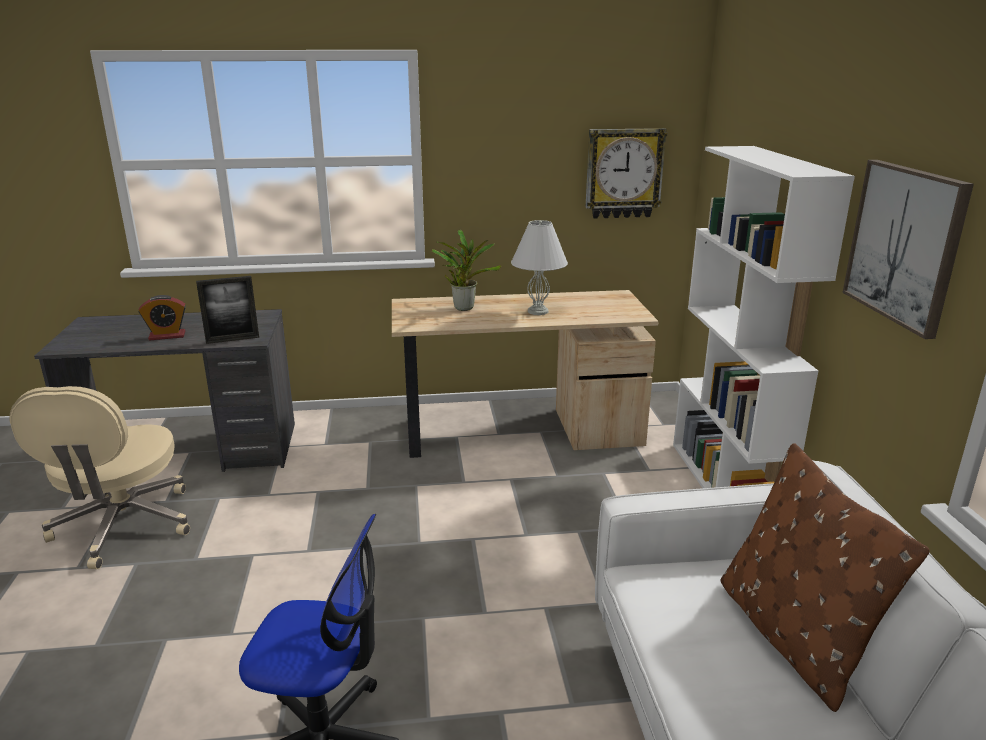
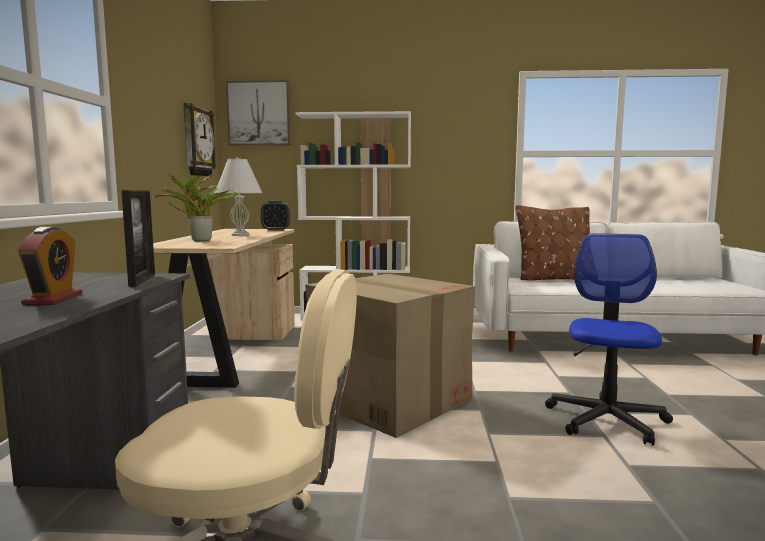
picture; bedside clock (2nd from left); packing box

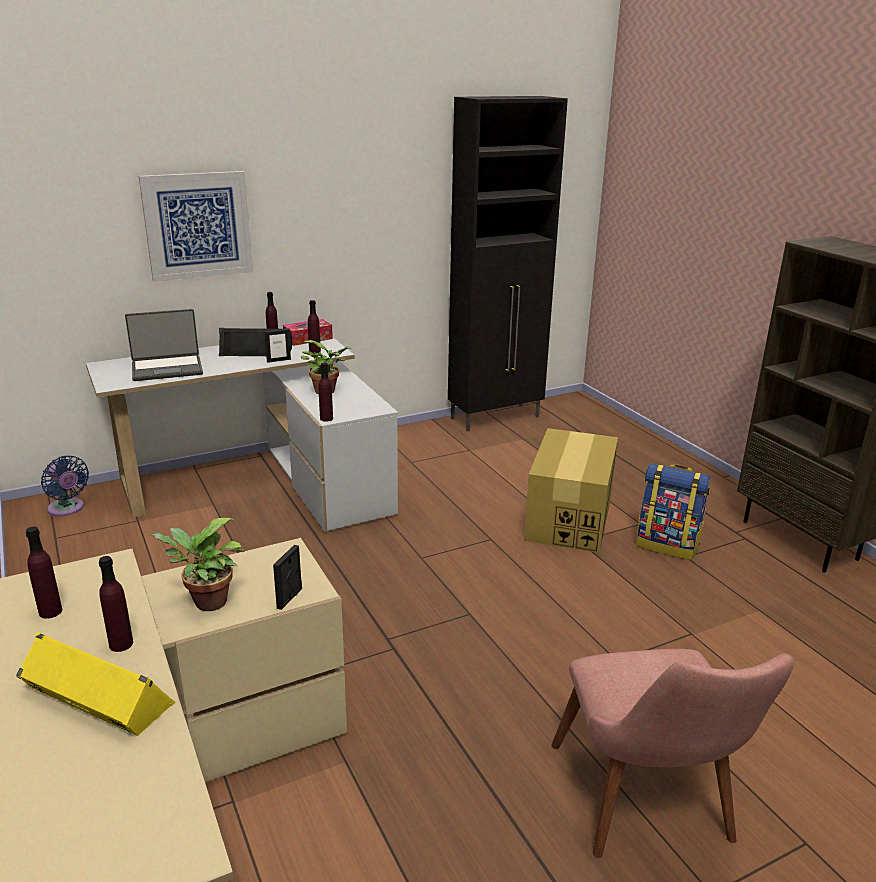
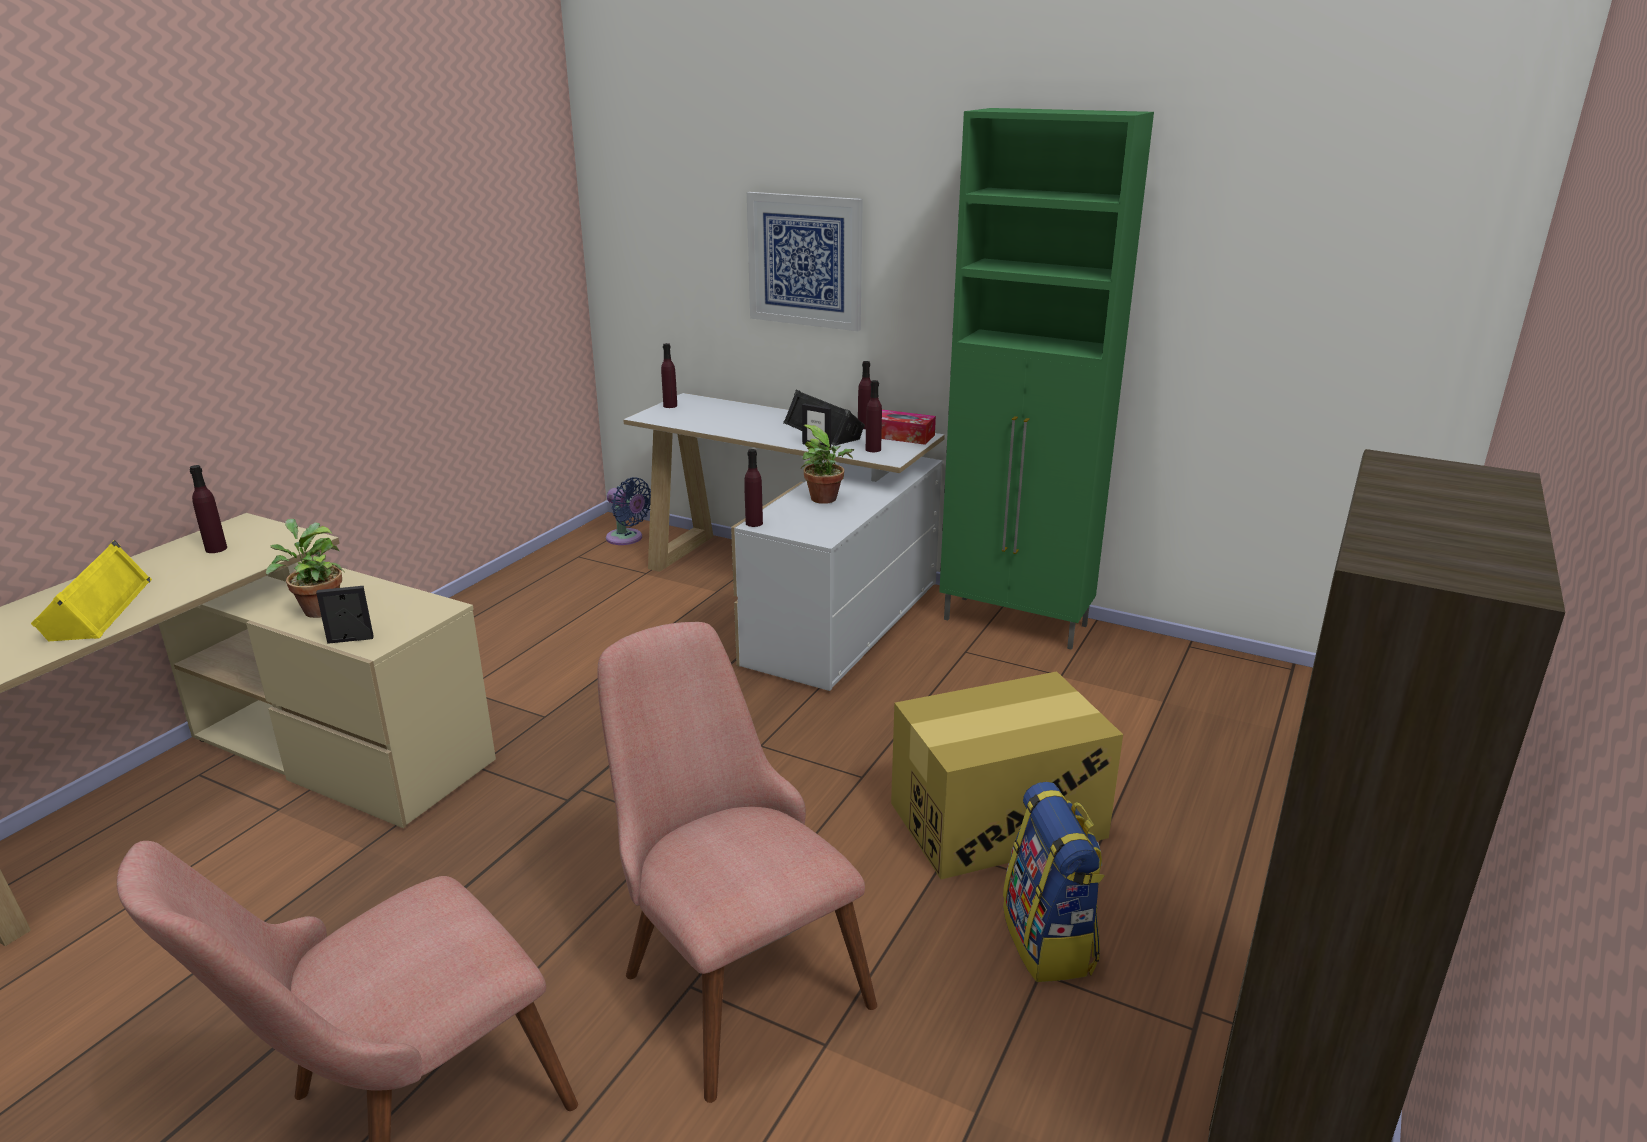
pink plain chair (2nd from left); blue-coloured electric fan; purple-coloured bottle (2nd from left); green-coloured cupboard; portable computer; black cupboard

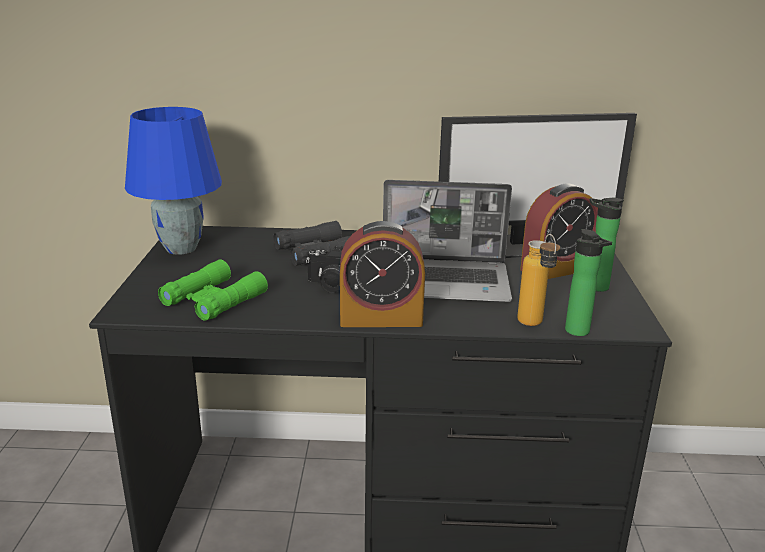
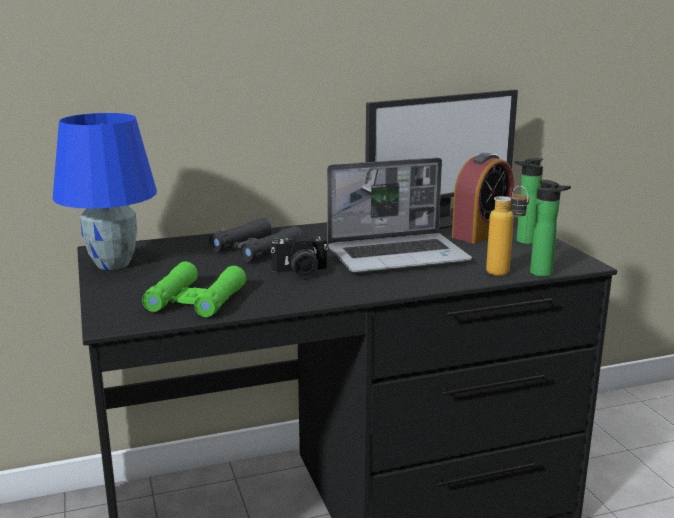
bedside clock (1st from left in the first image)

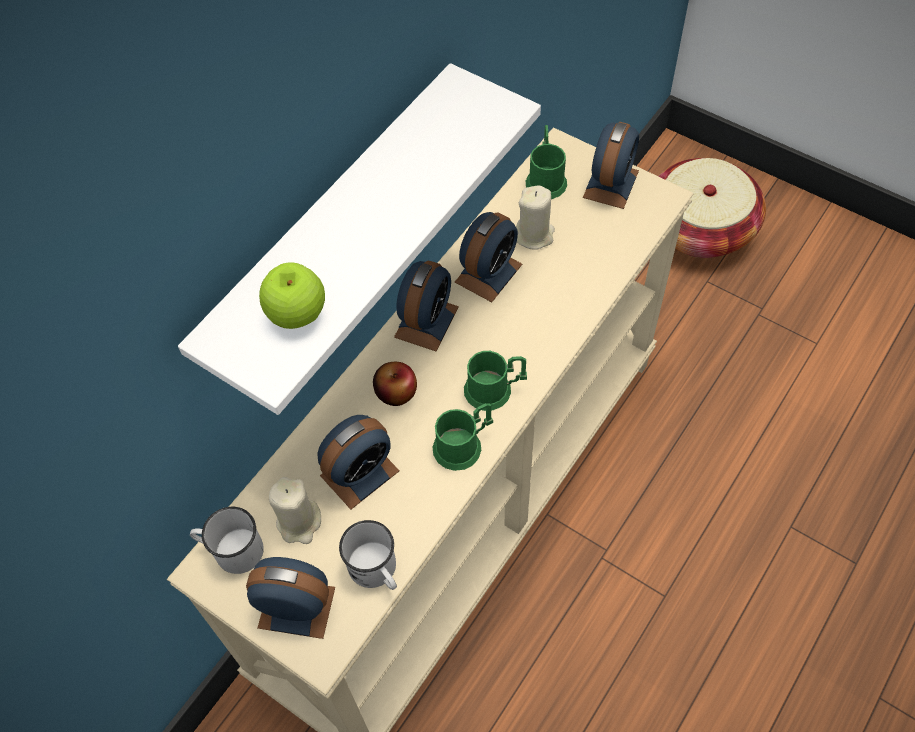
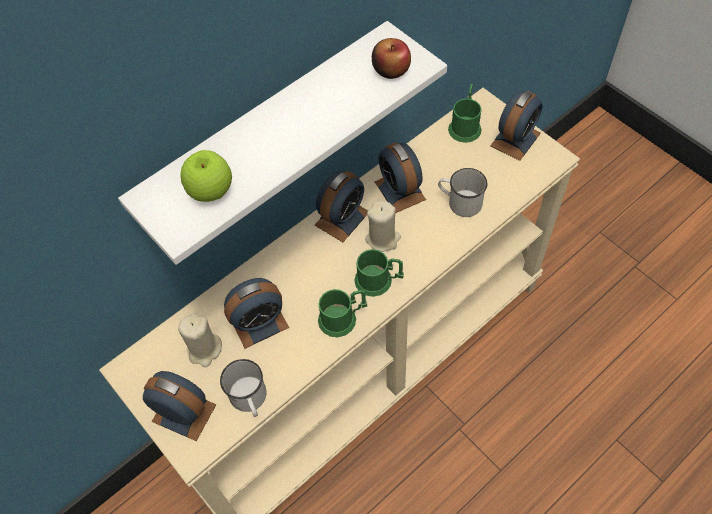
beige-coloured wax candle (2nd from left); apple fruit (2nd from left); bedside clock (4th from left); white mug (2nd from left); household basket

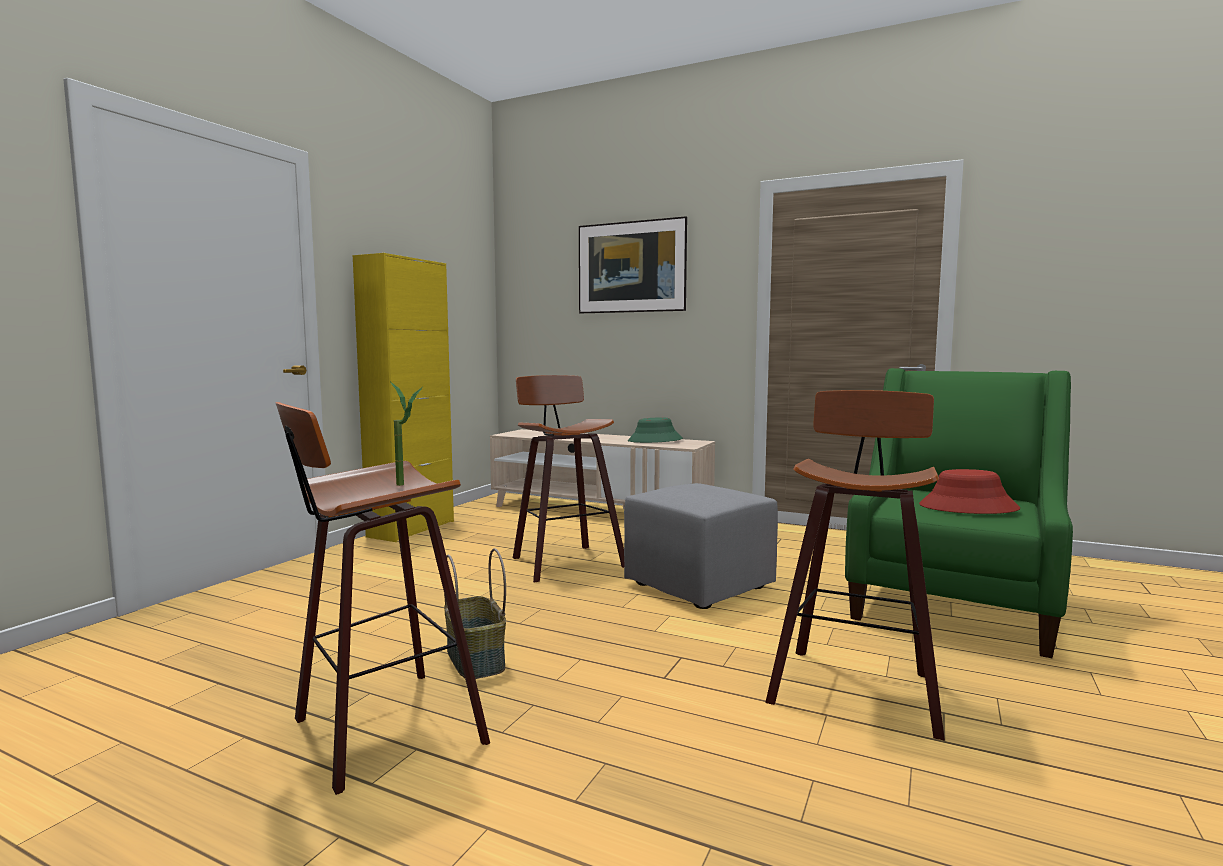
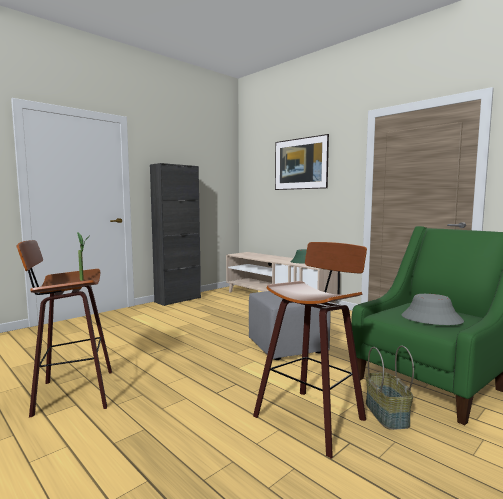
black cupboard; household basket; gray clothing hat; stool (2nd from left in the first image)

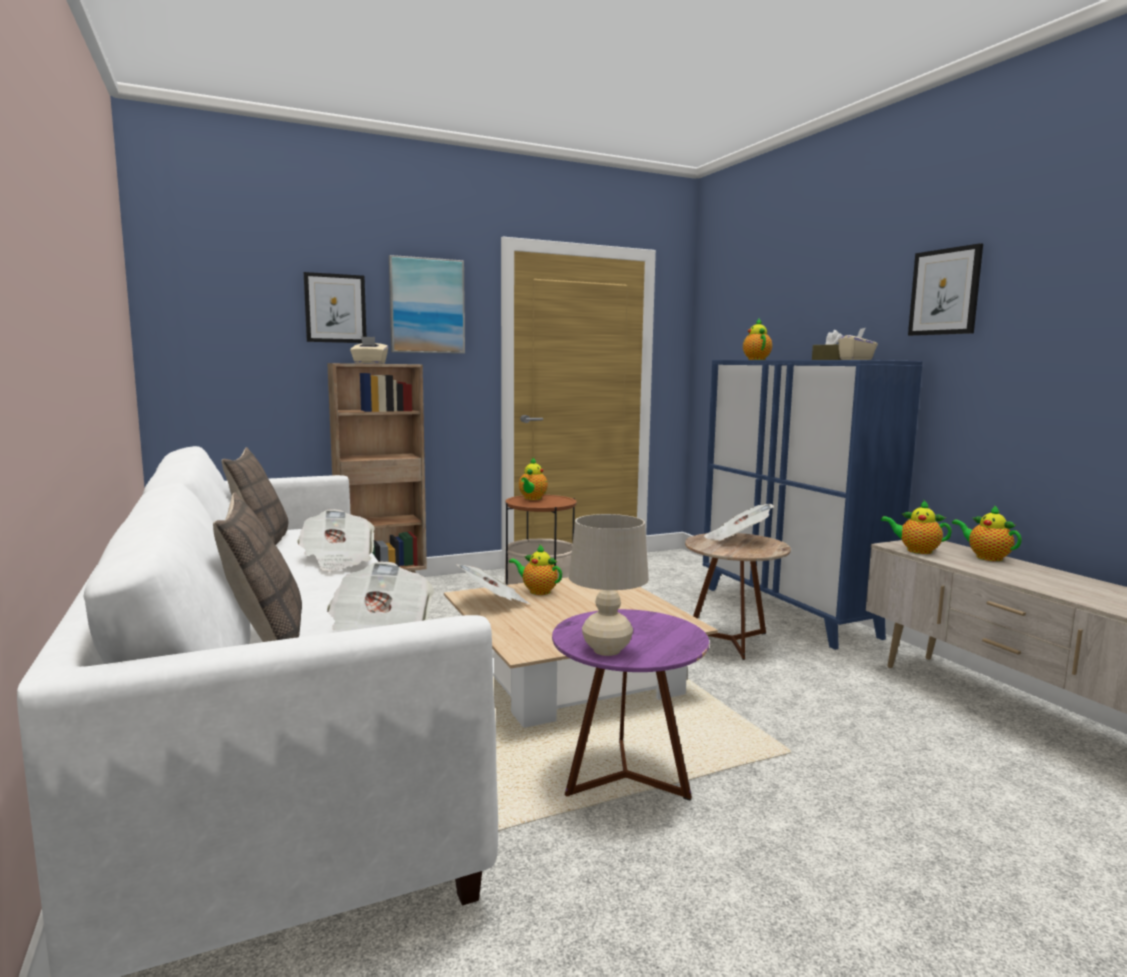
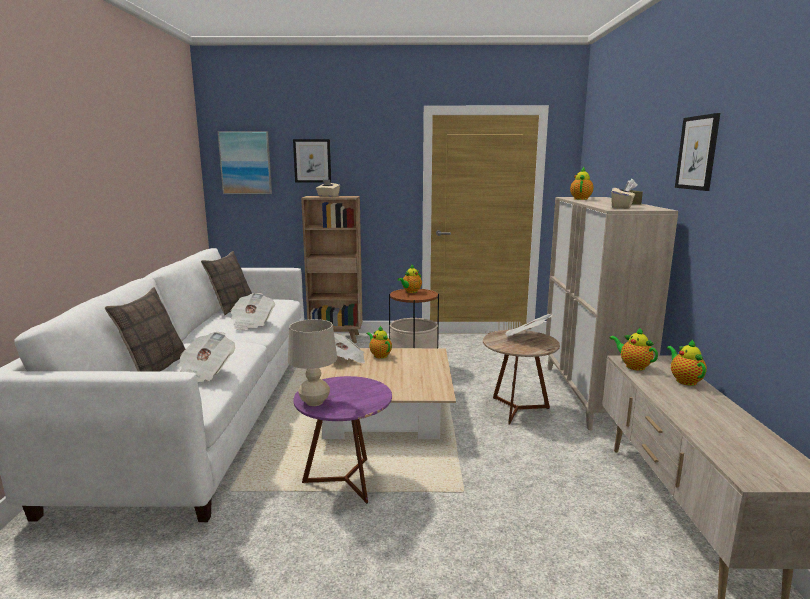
picture (1st from left); beige-coloured cupboard

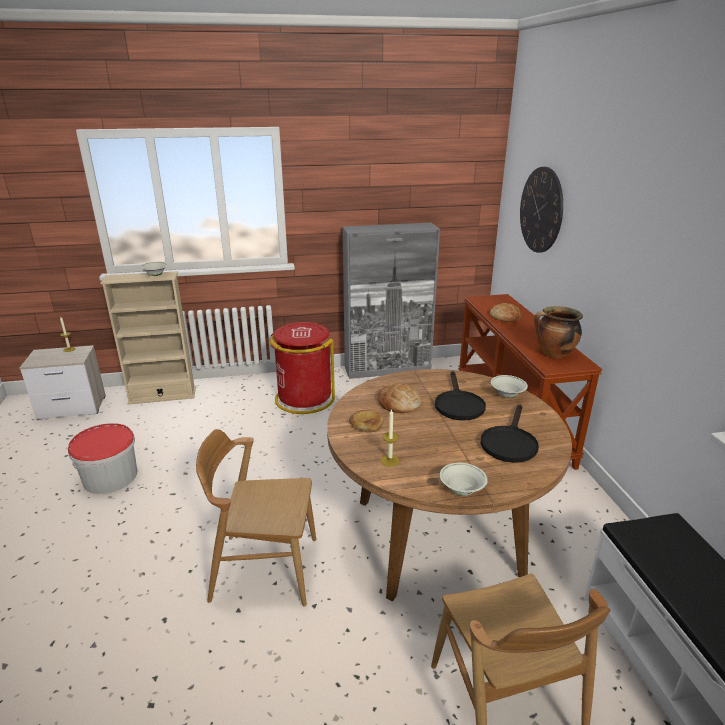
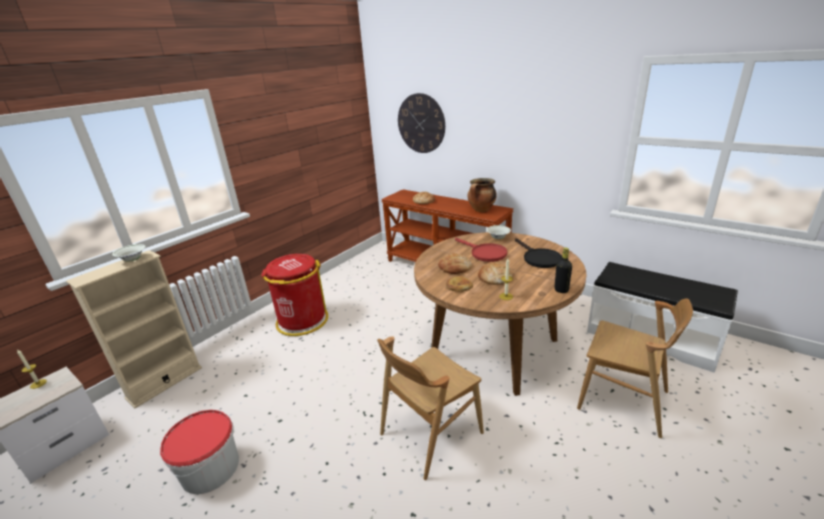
red pan; bread (4th from left); black bottle; gray cupboard

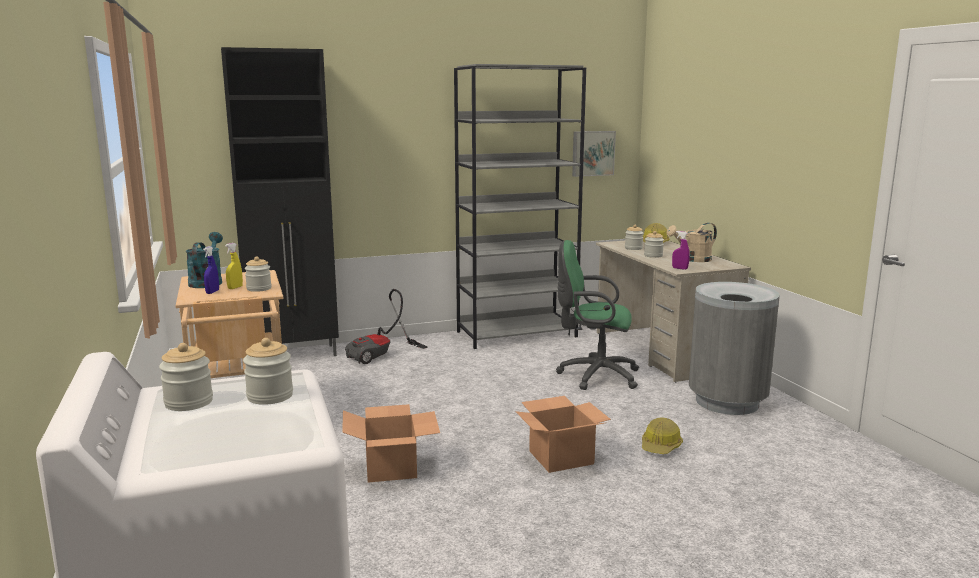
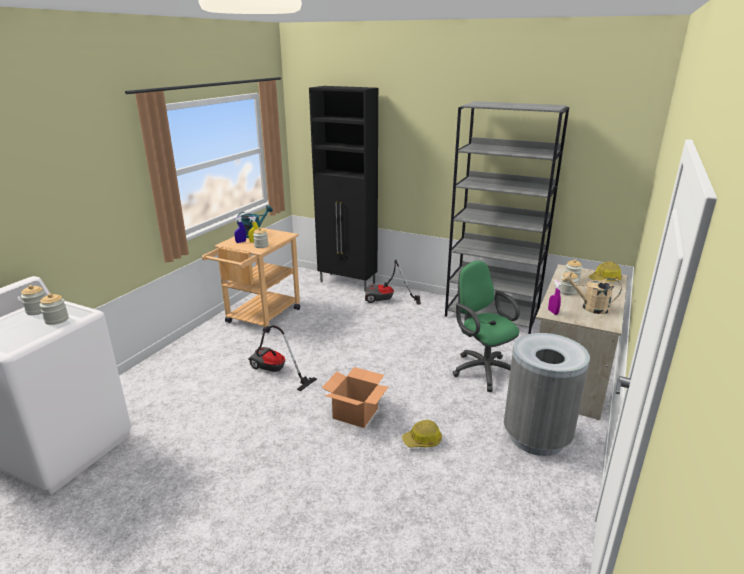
hoover (1st from left); picture

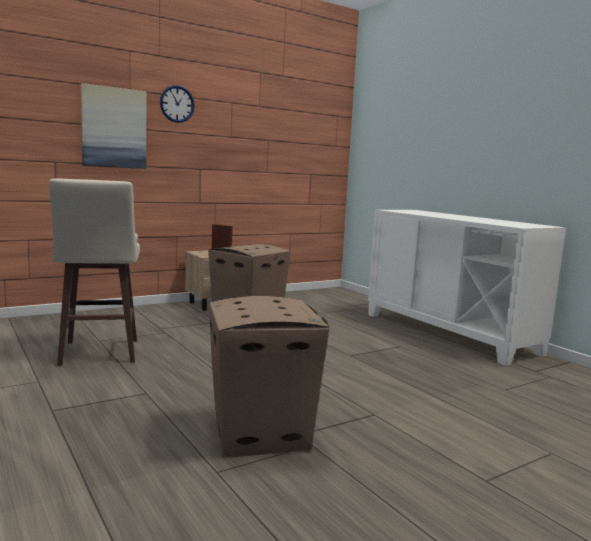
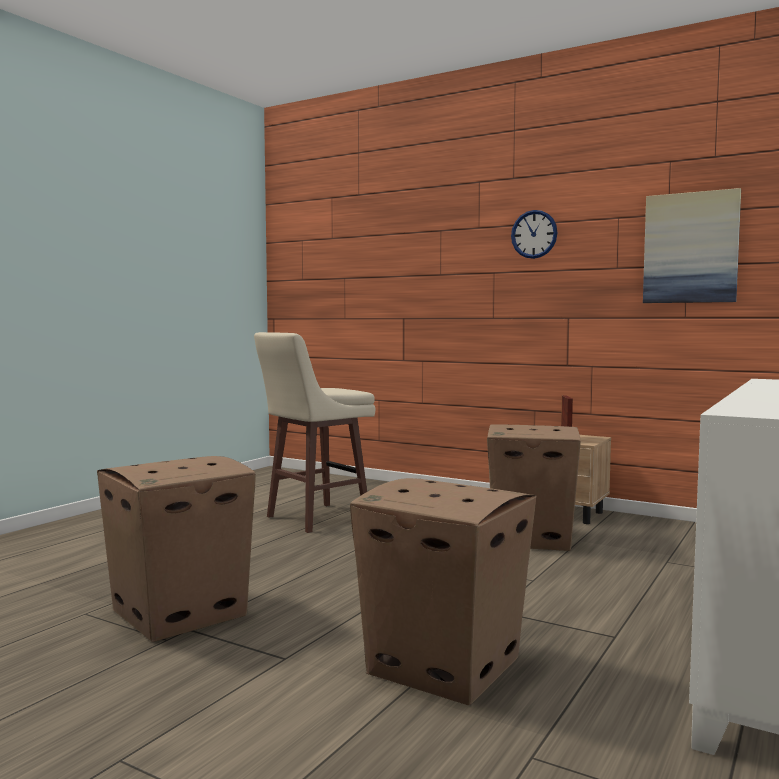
packing box (2nd from left); picture

